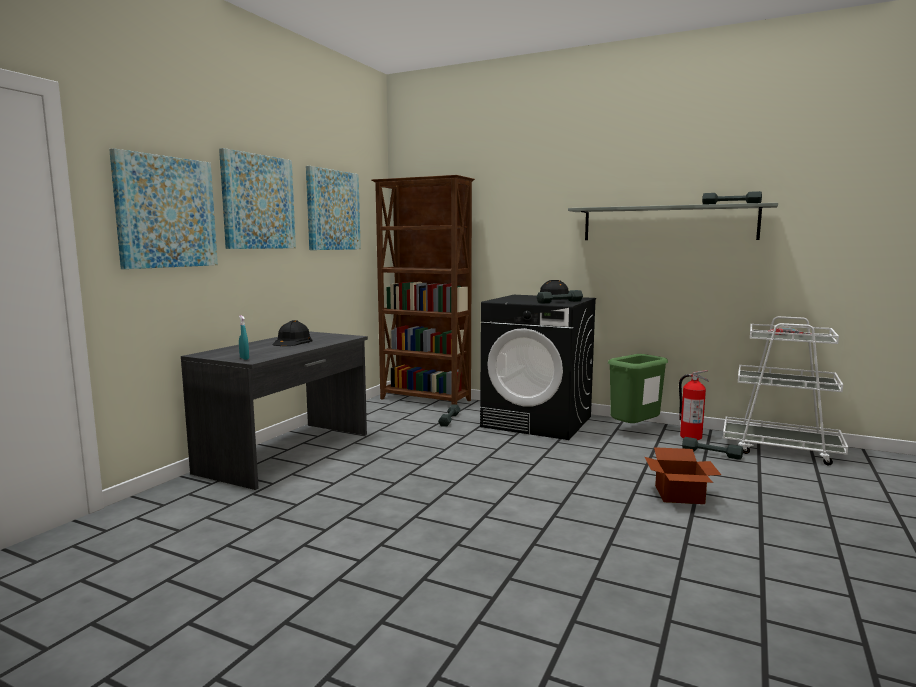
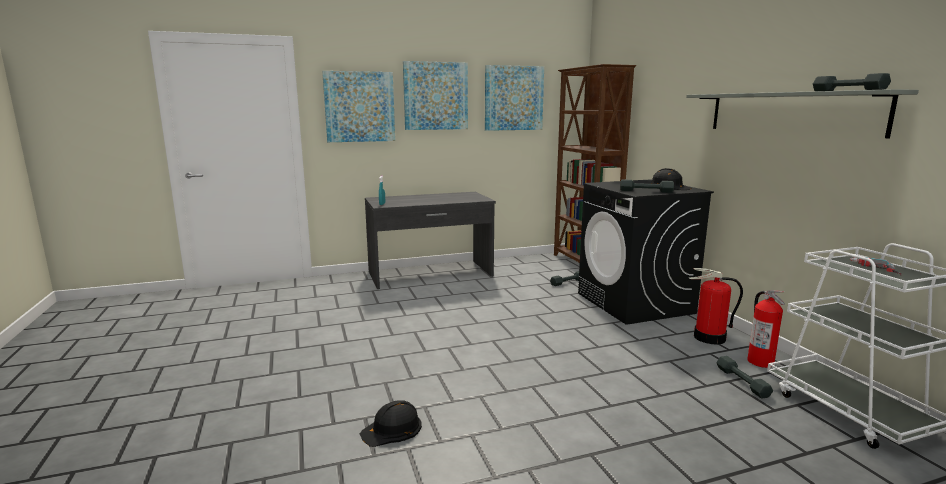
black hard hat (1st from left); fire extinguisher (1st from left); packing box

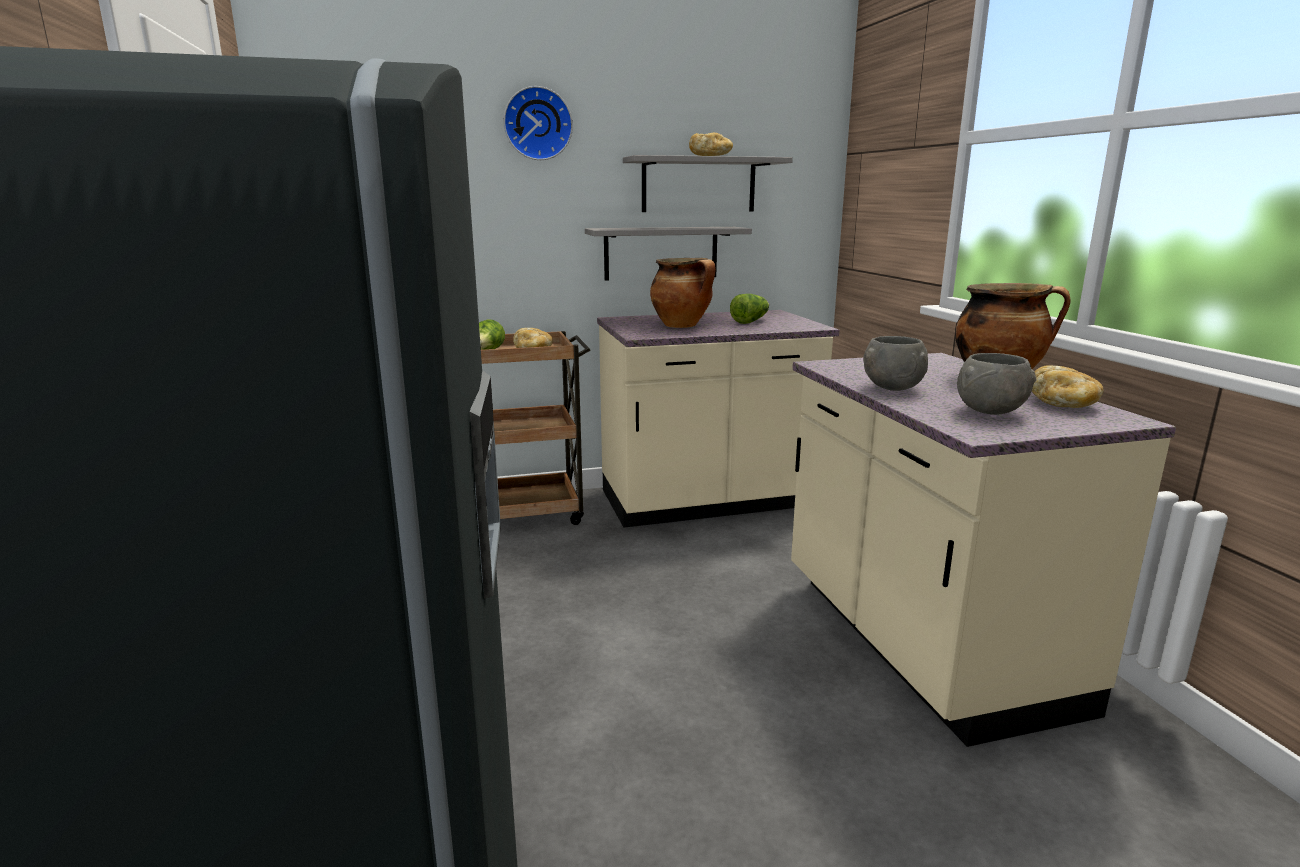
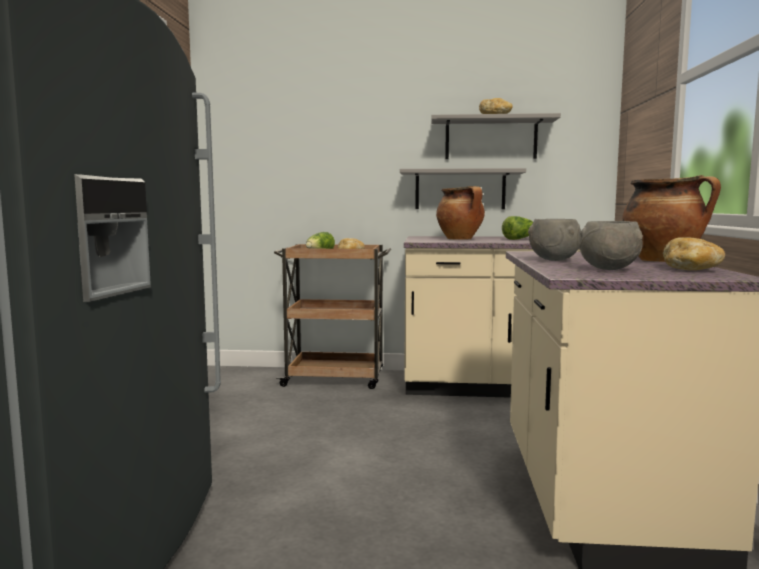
wall clock

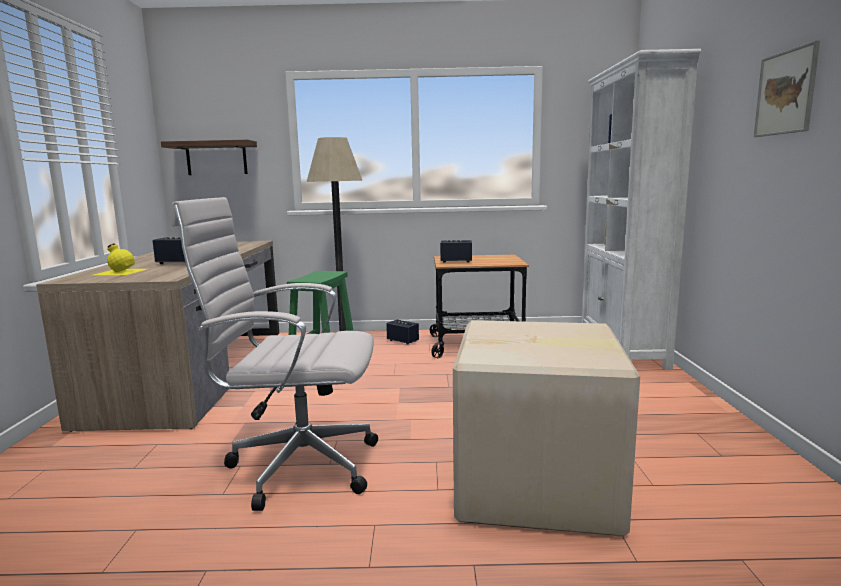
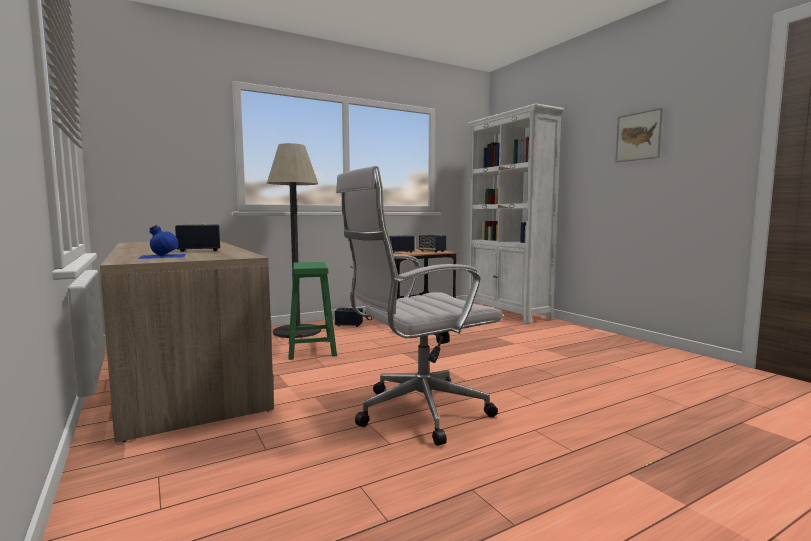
blue-coloured bottle; speaker (4th from left); wall shelf; packing box

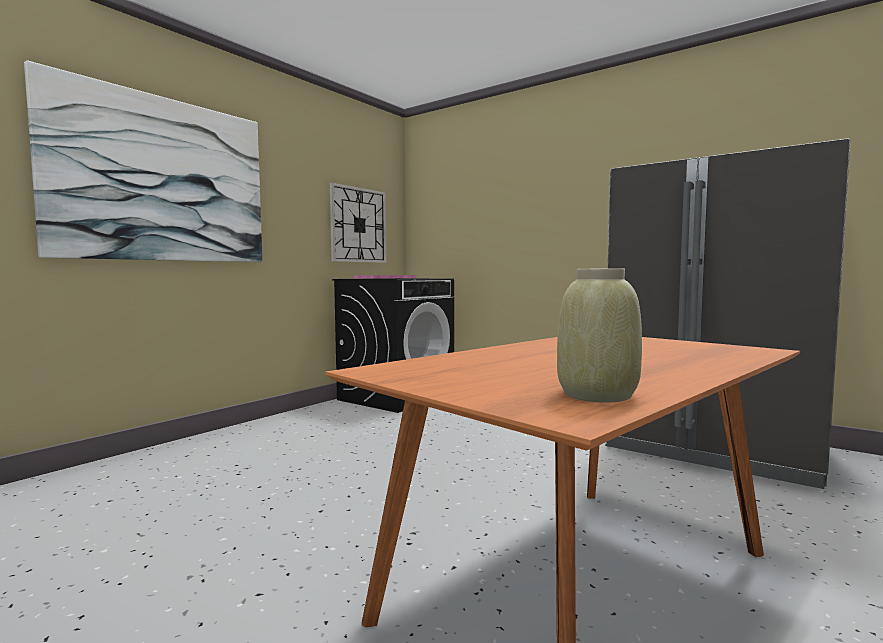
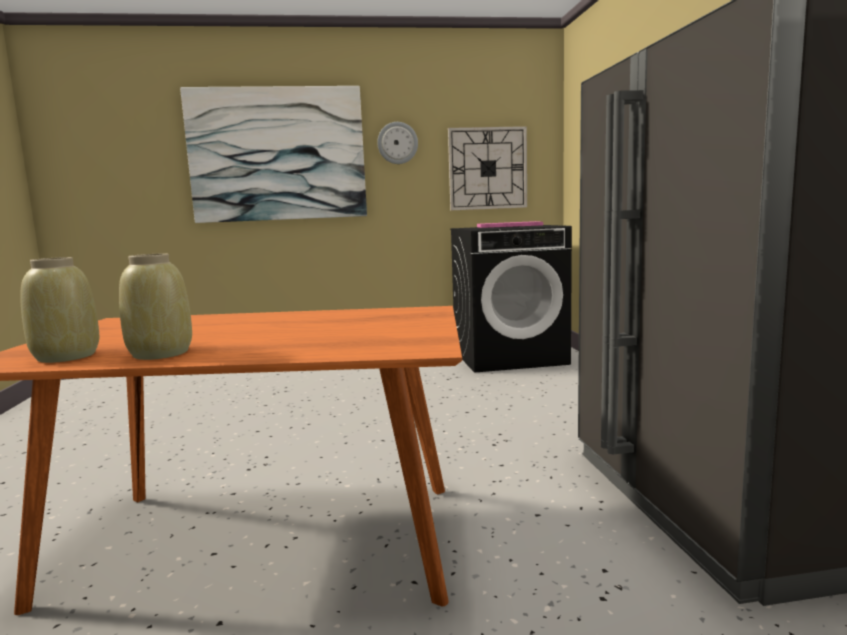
beige-coloured flower vase (2nd from left); wall clock (1st from left)

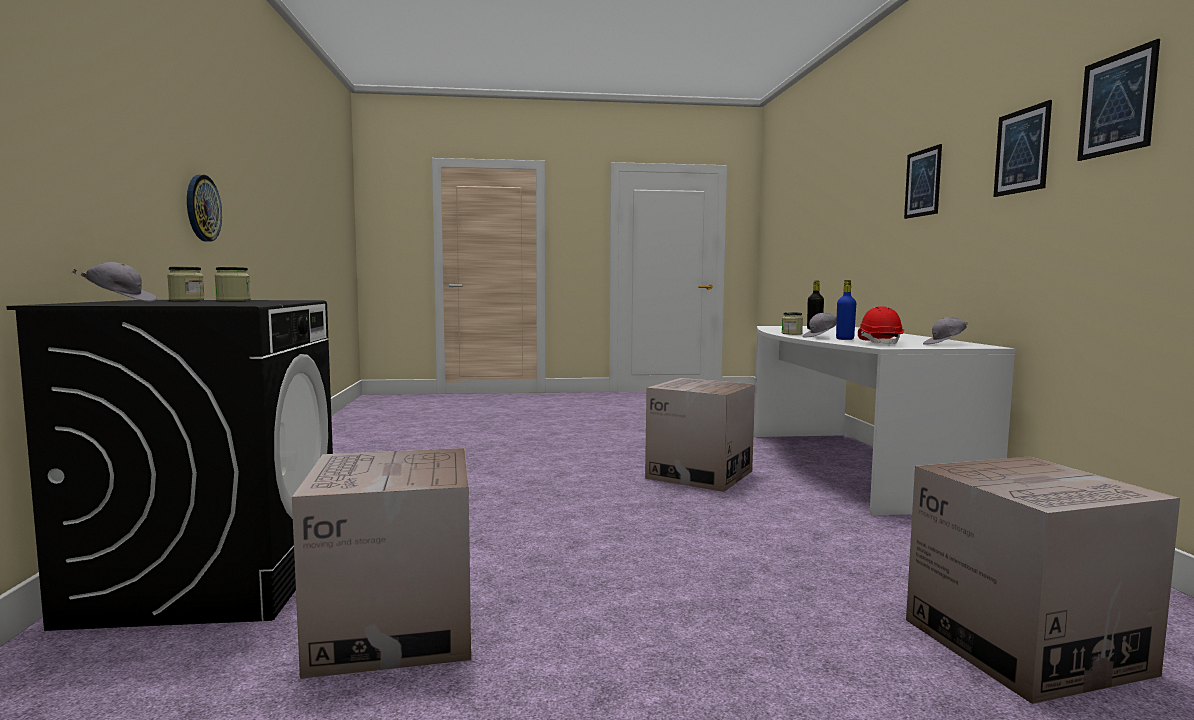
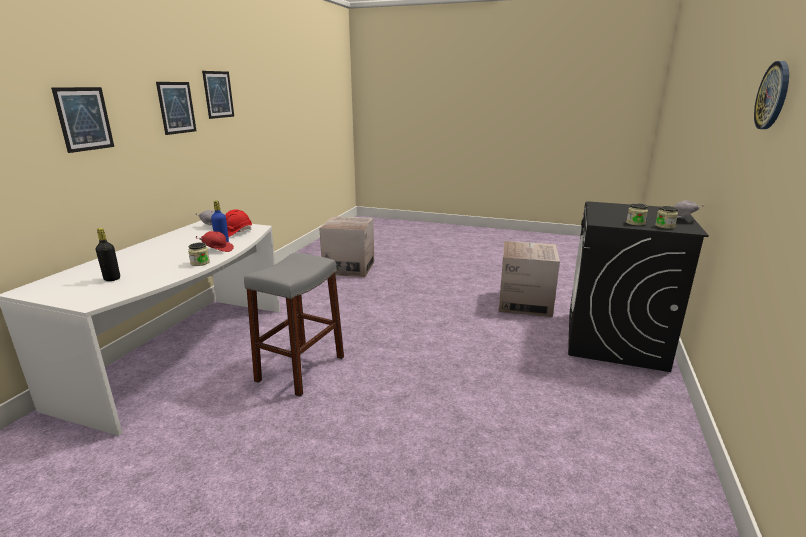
red baseball cap; gray stool; wall clock

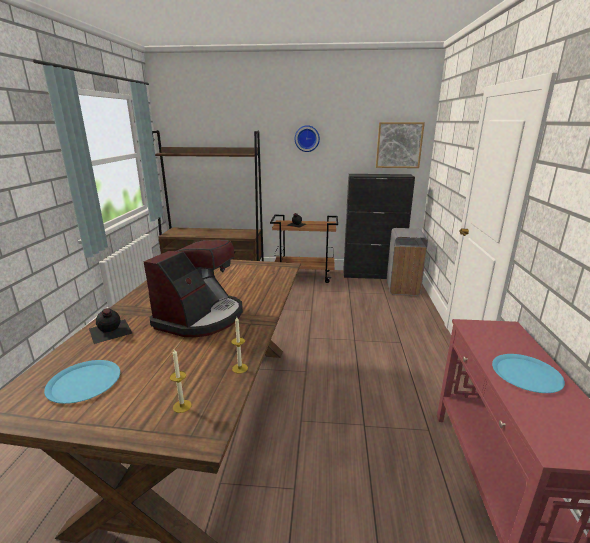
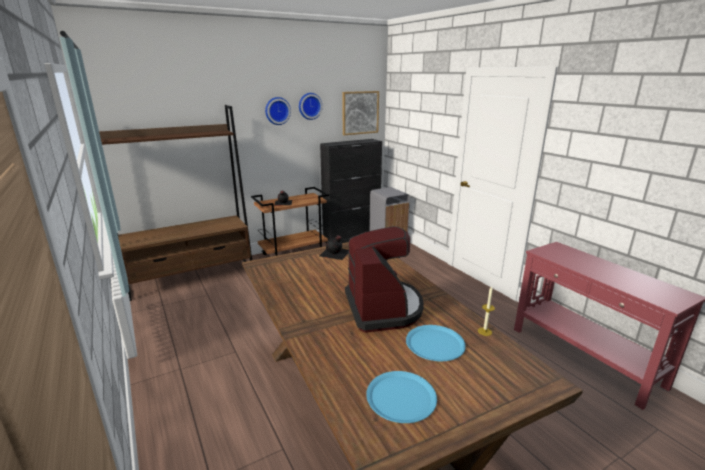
wall clock (2nd from left); black bottle (2nd from left); blue-coloured flat dish (2nd from left); wax candle (1st from left in the first image)

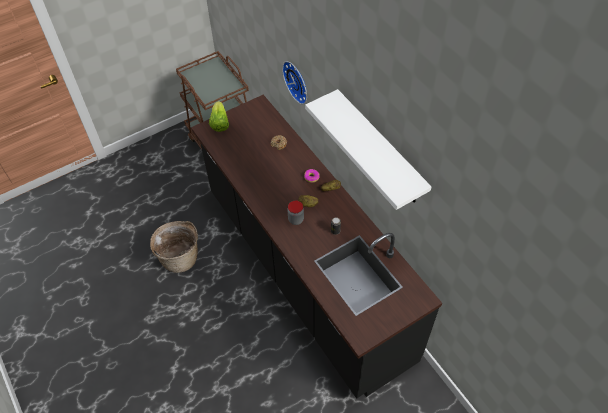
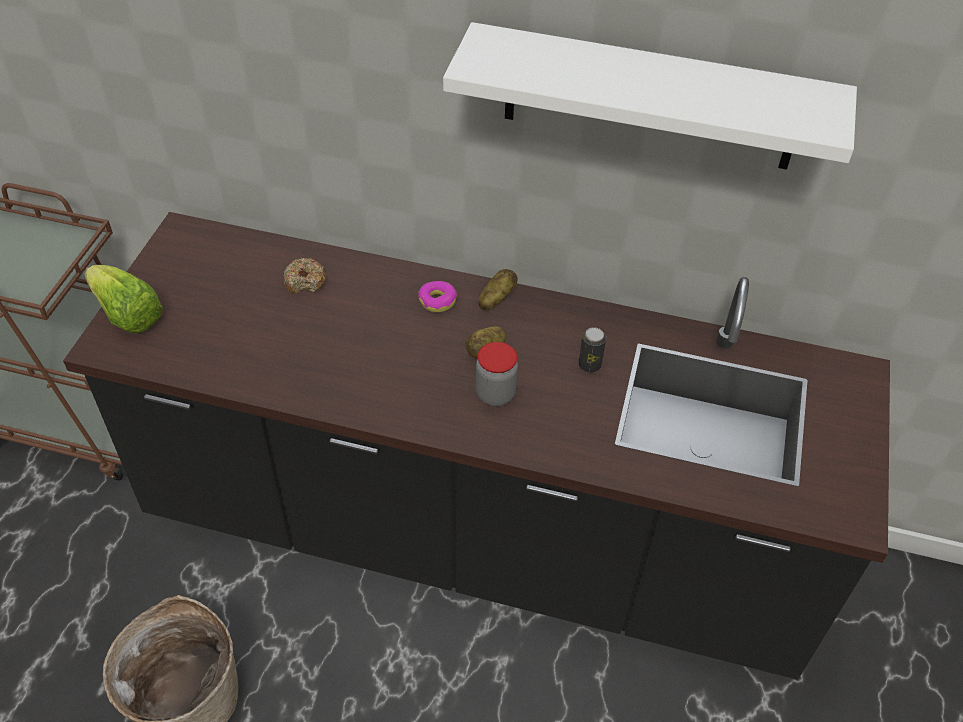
wall clock

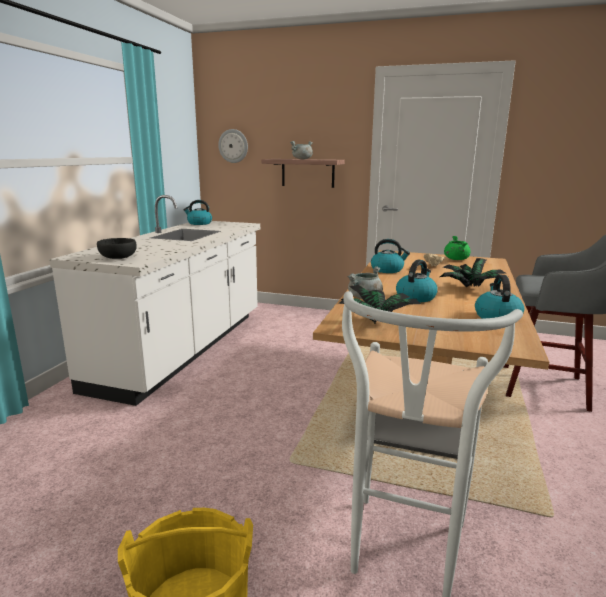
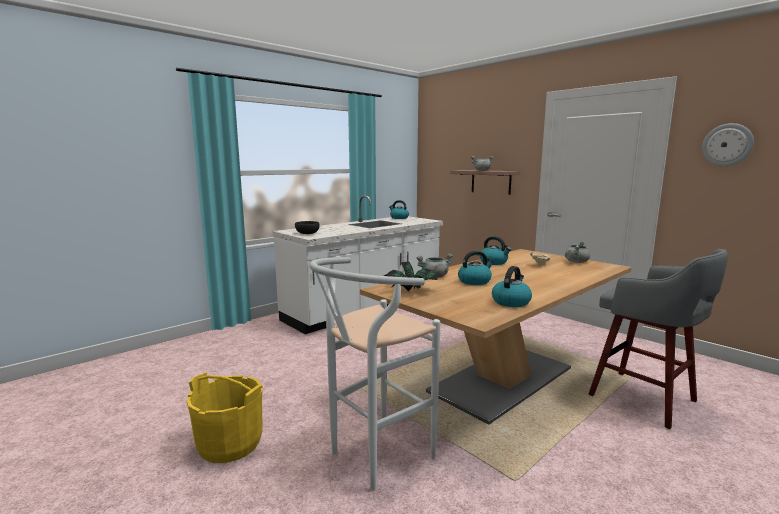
gray stockpot (3rd from left); wall clock; houseplant (2nd from left in the first image)

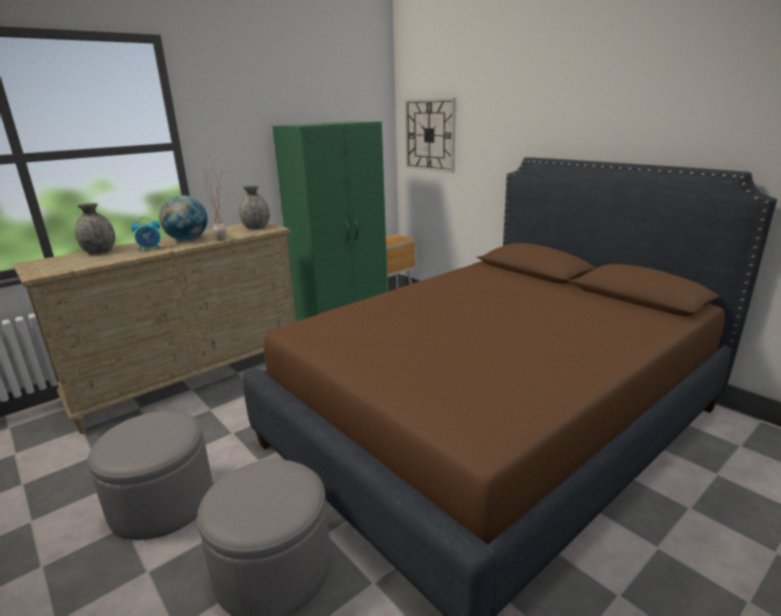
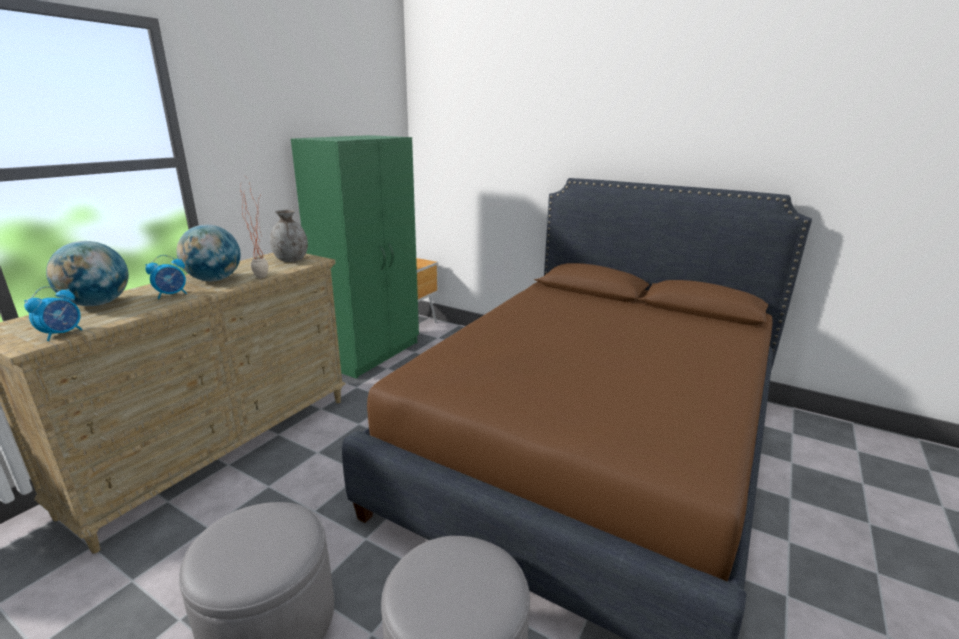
bedside clock (1st from left); globe (1st from left); wall clock

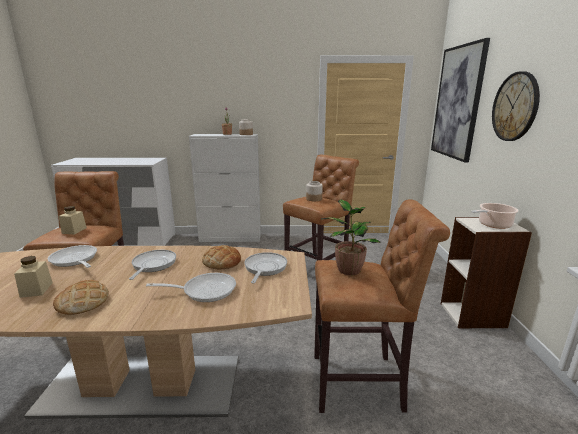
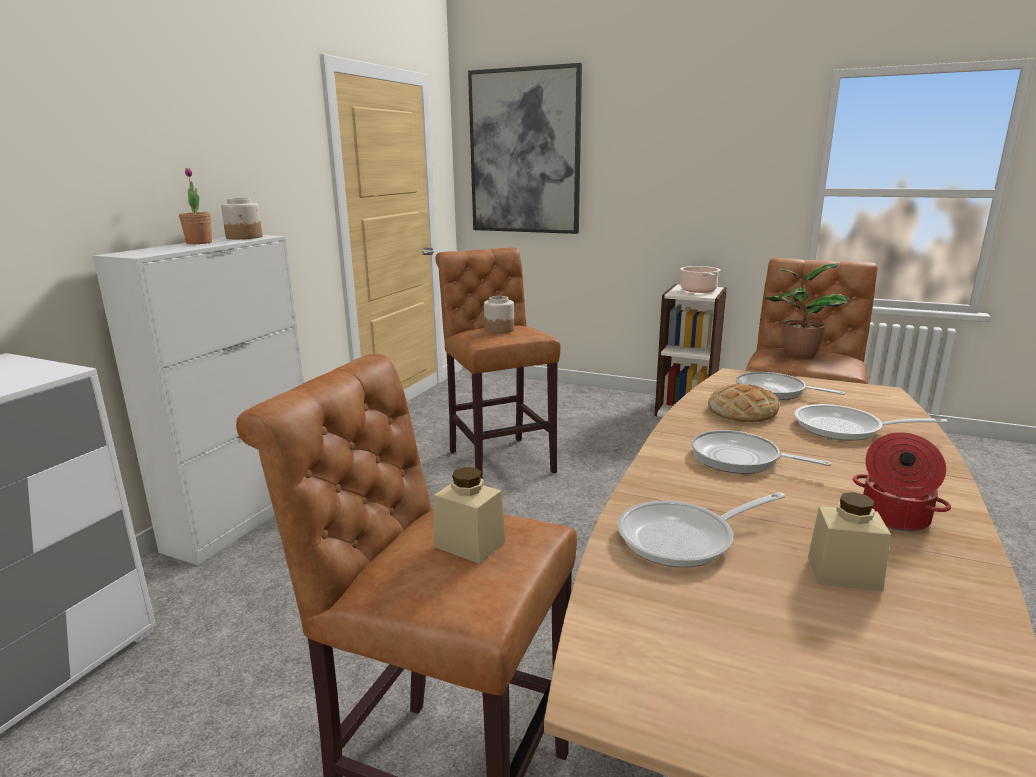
pan (4th from left); stockpot (2nd from left); wall clock

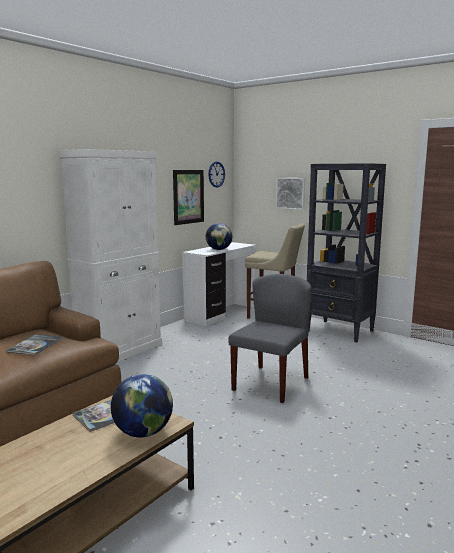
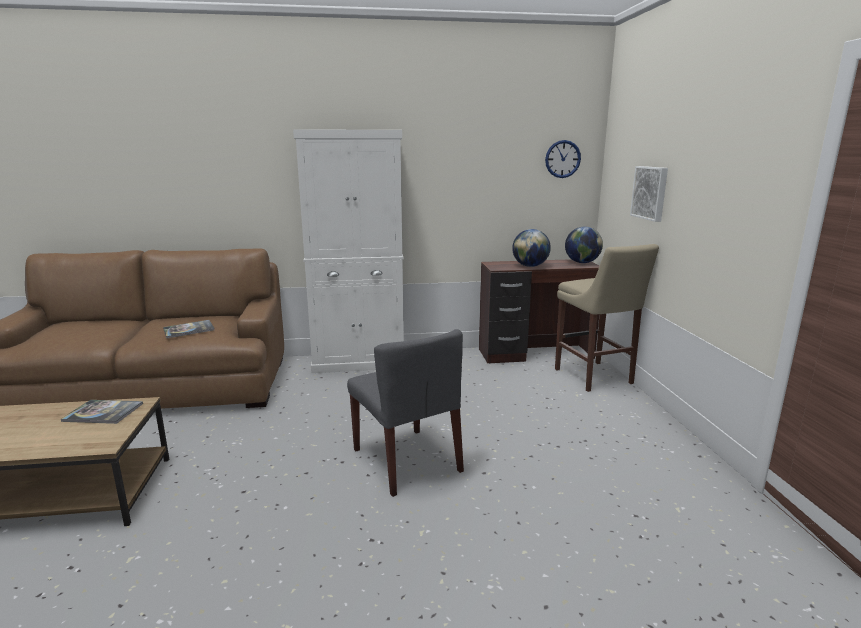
gray plain chair; brown-coloured desk table; globe (2nd from left); picture (1st from left in the first image); black bookshelf

